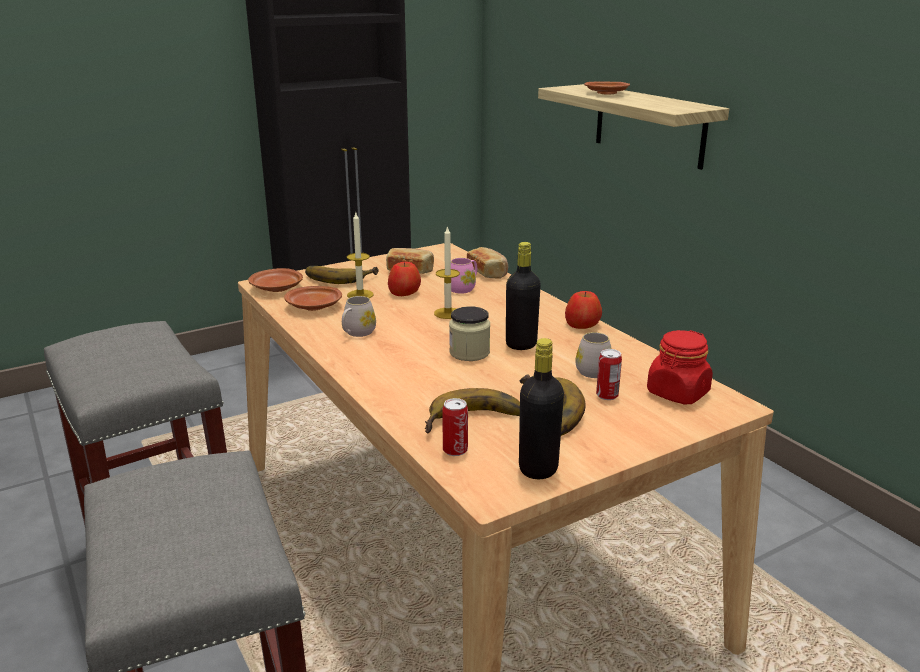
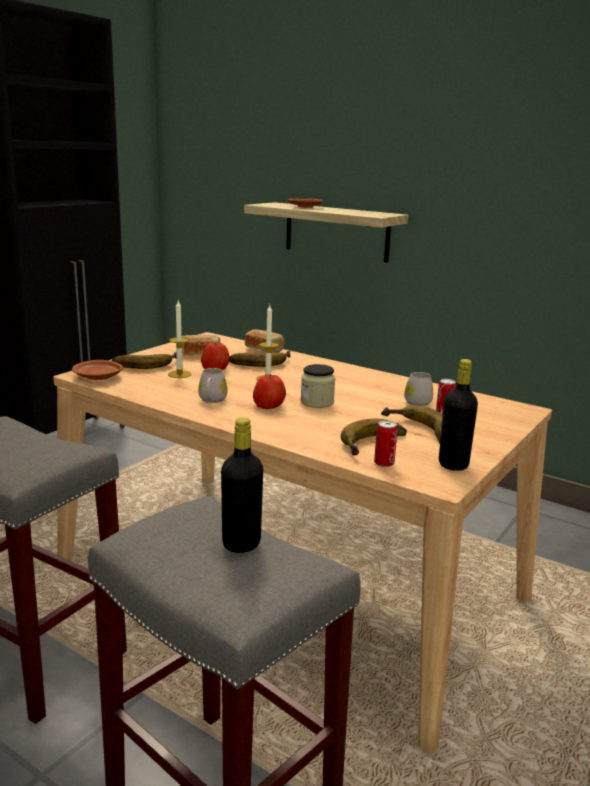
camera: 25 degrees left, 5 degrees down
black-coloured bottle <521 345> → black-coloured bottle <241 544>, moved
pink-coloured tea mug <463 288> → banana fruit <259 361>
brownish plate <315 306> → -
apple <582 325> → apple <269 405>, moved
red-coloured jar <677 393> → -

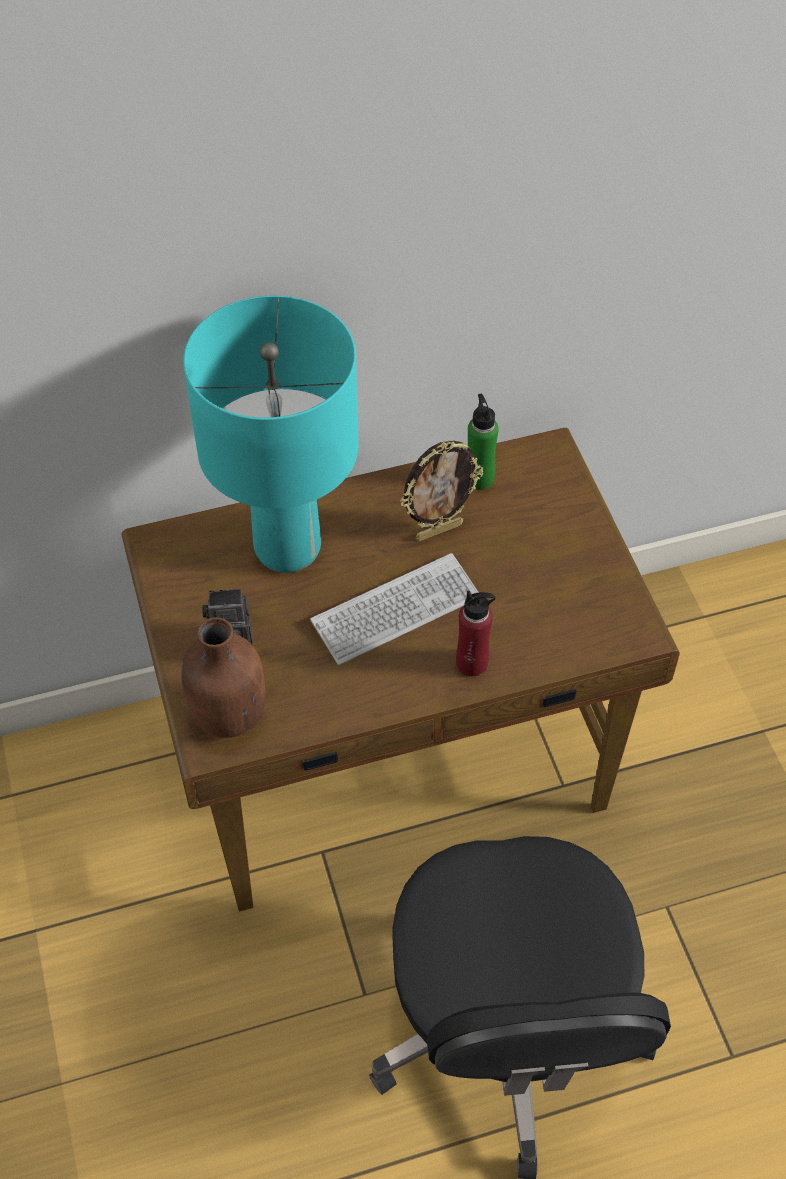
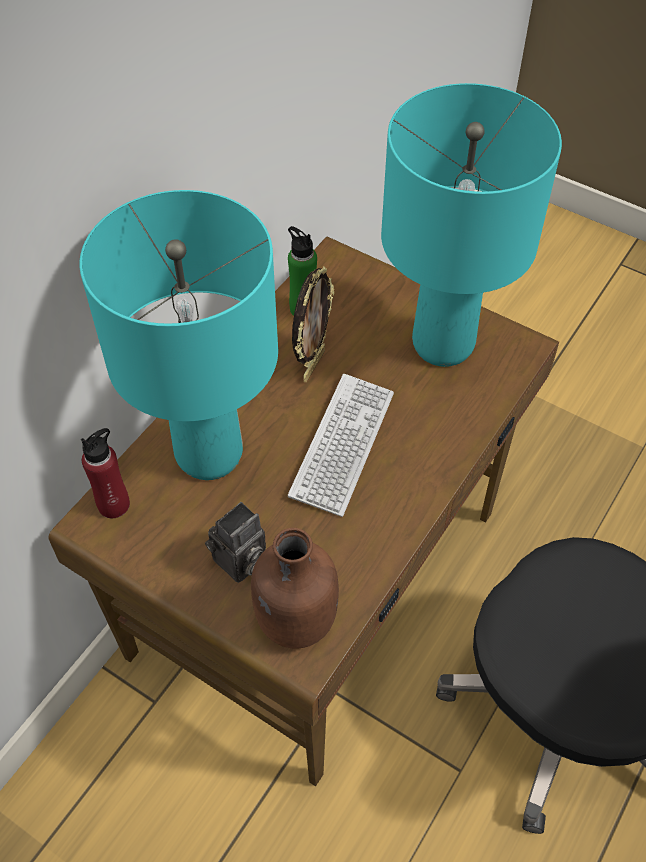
camera: 40 degrees left, 0 degrees up
red-coloured bottle <472 663> → red-coloured bottle <114 504>, moved
- → turquoise-coloured table lamp <442 345>

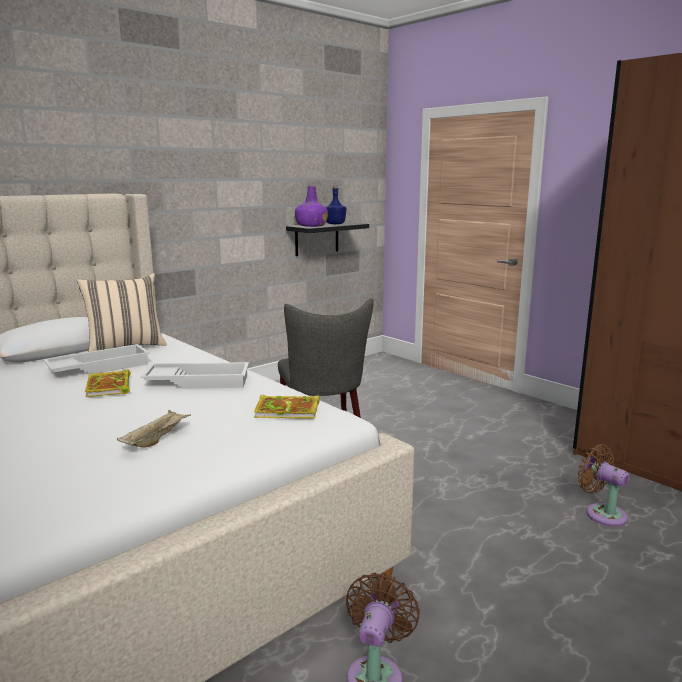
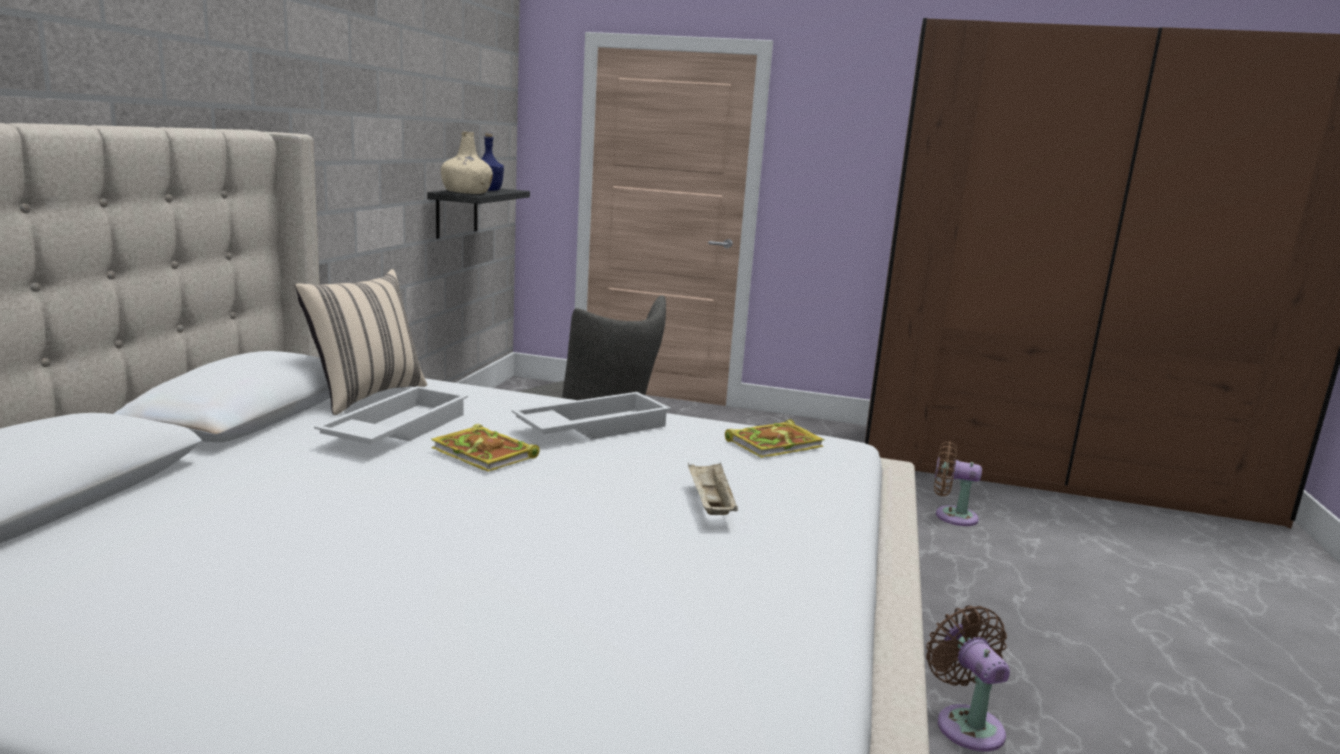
camera: 35 degrees left, 0 degrees up
purplish bottle <311 226> → beige-coloured bottle <467 192>

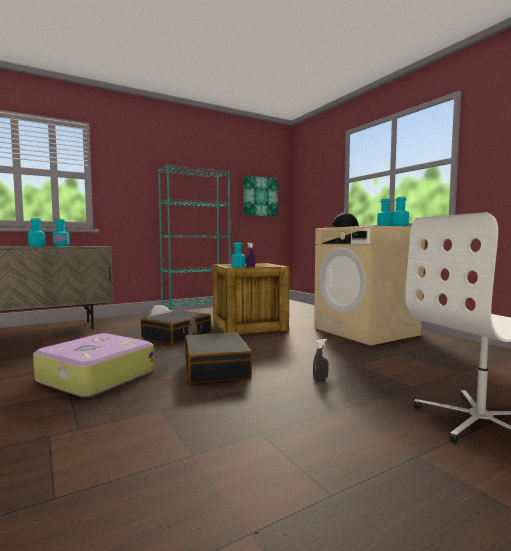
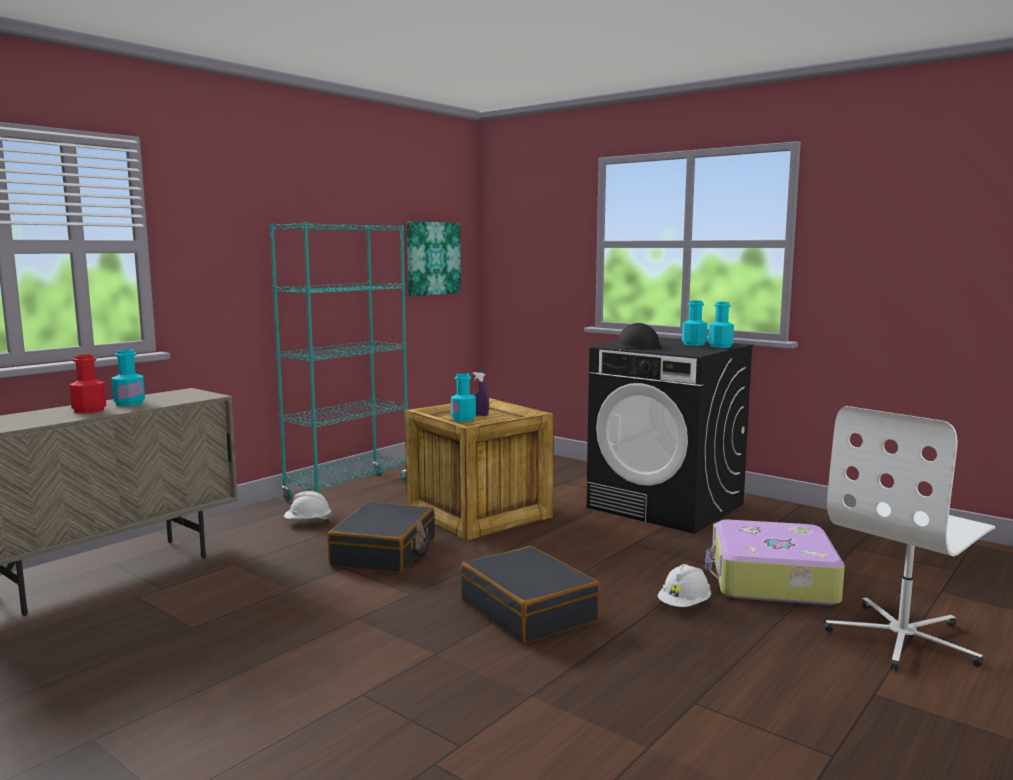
camera: 20 degrees left, 5 degrees up
turquoise-coloured bottle <37 246> → red-coloured bottle <89 410>
beige-coloured washing machine <366 331> → black-coloured washing machine <666 506>
travel case <95 377> → travel case <771 580>, moved
greyish hand sprayer <320 379> → white-coloured work helmet <684 605>

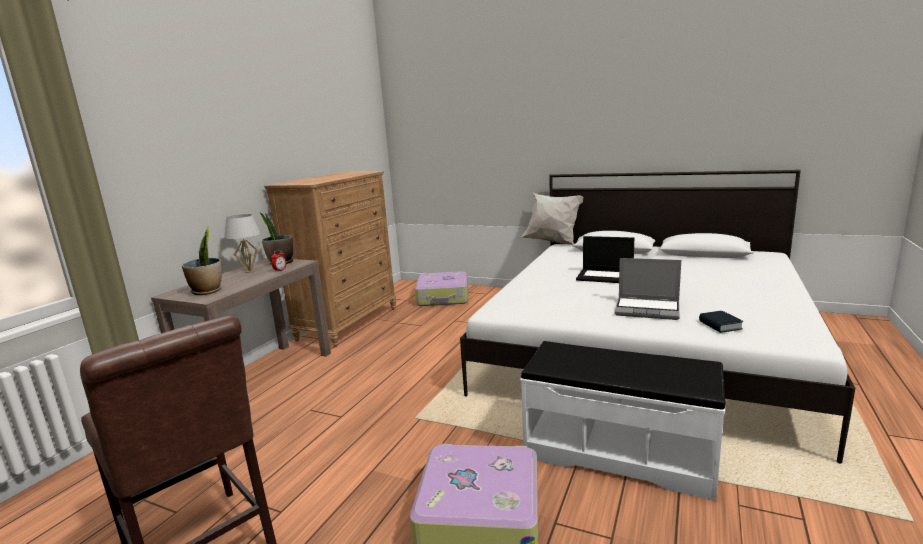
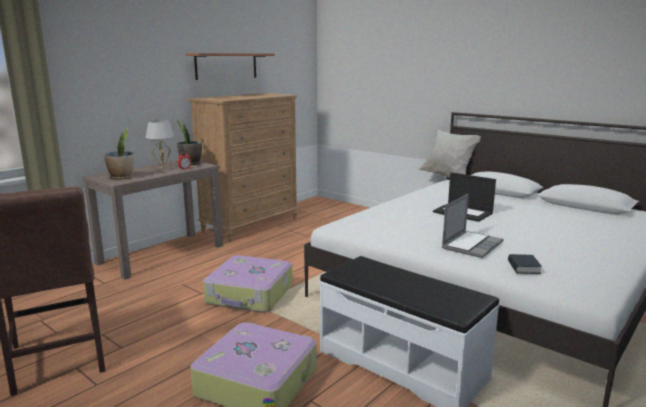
camera: 15 degrees right, 0 degrees up
laptop <648 309> → laptop <471 245>, 90 degrees counterclockwise
travel case <443 297> → travel case <250 295>, moved
- → shelf <226 66>

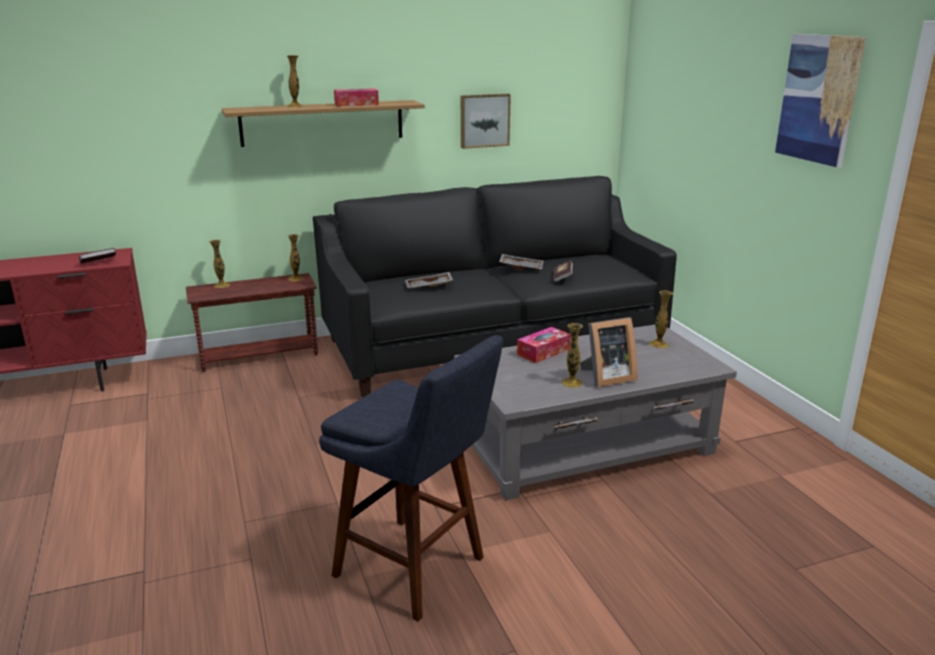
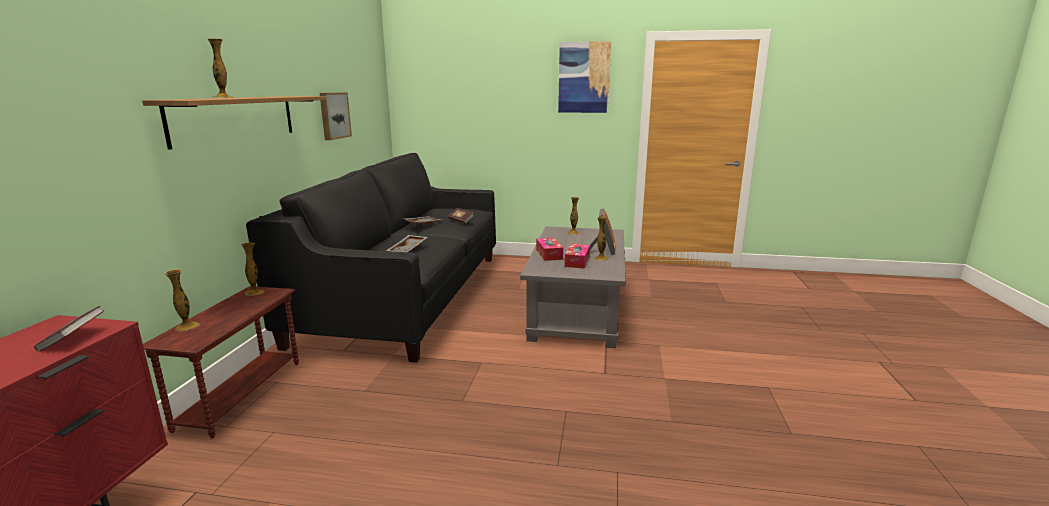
camera: 60 degrees left, 5 degrees down
tissue holder <356 104> → tissue holder <577 261>, moved
bluish stool <416 570> → -

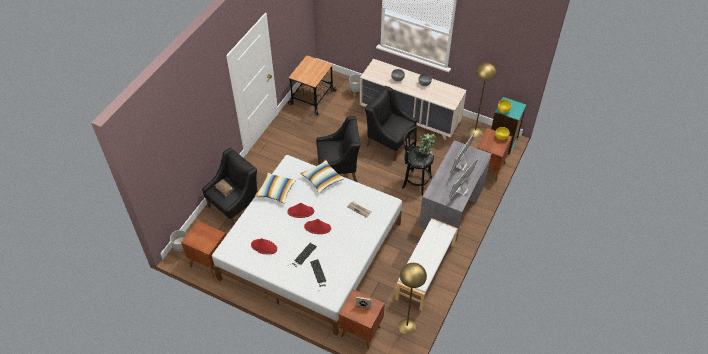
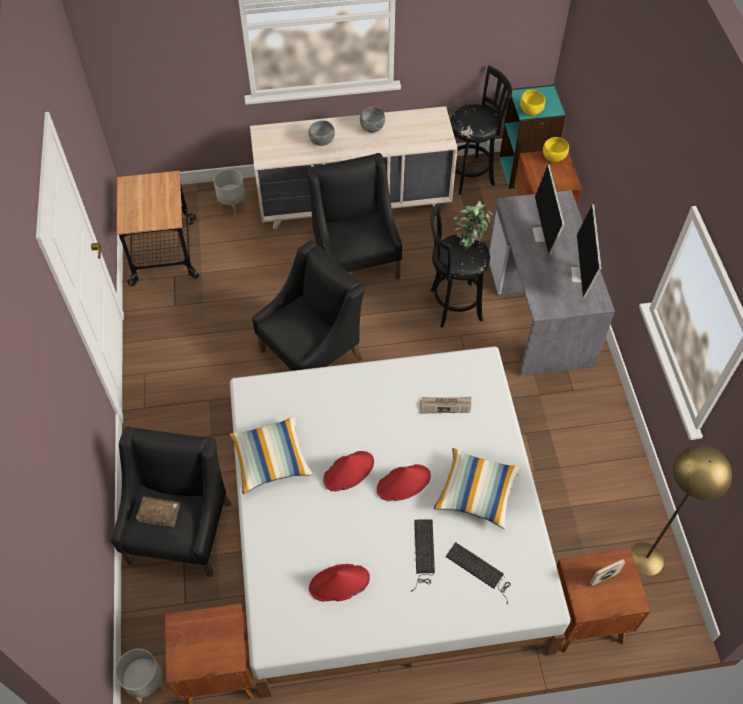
camera: 35 degrees left, 5 degrees up
yellowish standard lamp <475 131> → black-coloured stool <471 174>
black-coloured armchair <389 142> → black-coloured armchair <356 260>, 75 degrees clockwise
cushion <322 179> → cushion <476 493>, moved
white-coloured indoor bench <426 272> → -

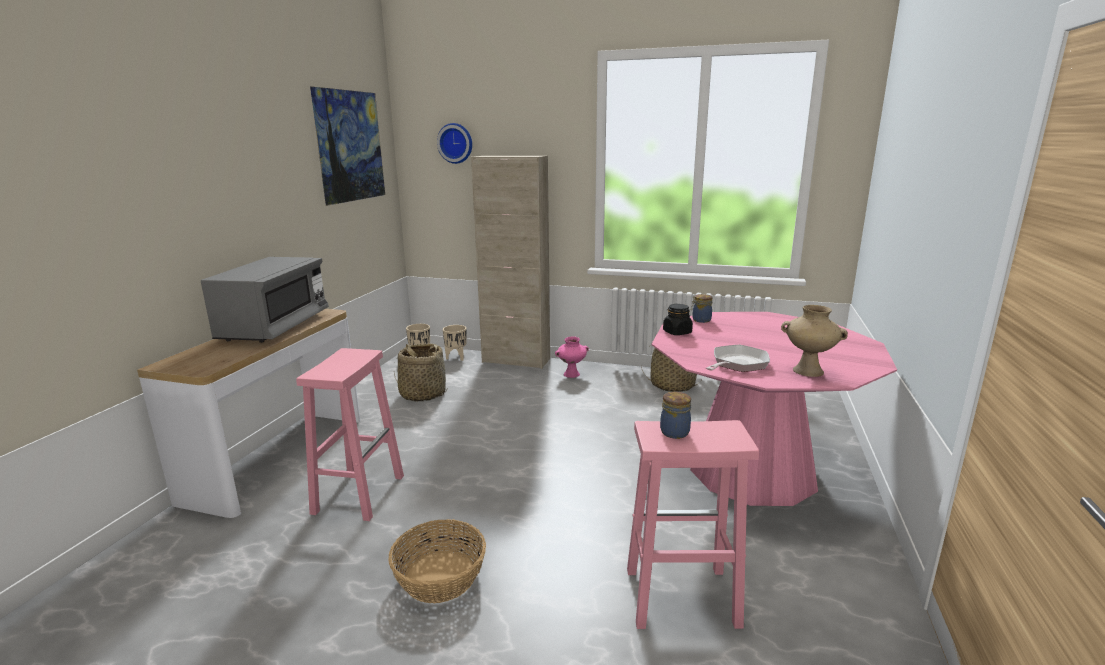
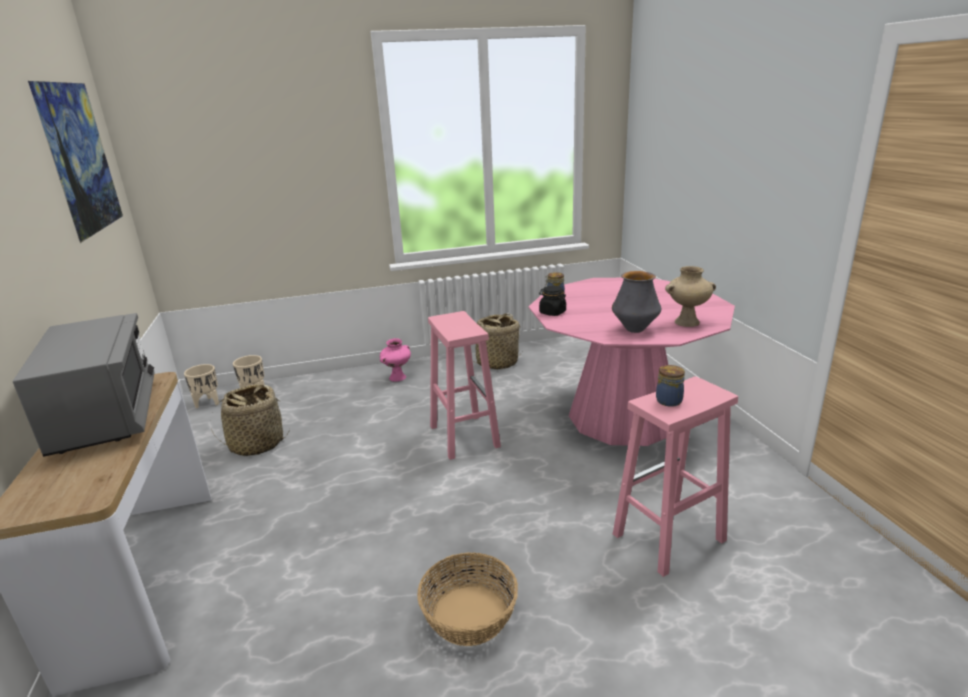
camera: 30 degrees left, 5 degrees up
hanging clock <456 143> → -
beige-coloured storage cabinet <516 360> → -
skillet <737 364> → decorative vase <634 329>
pink-coloured stool <359 493> → pink-coloured stool <463 436>, moved

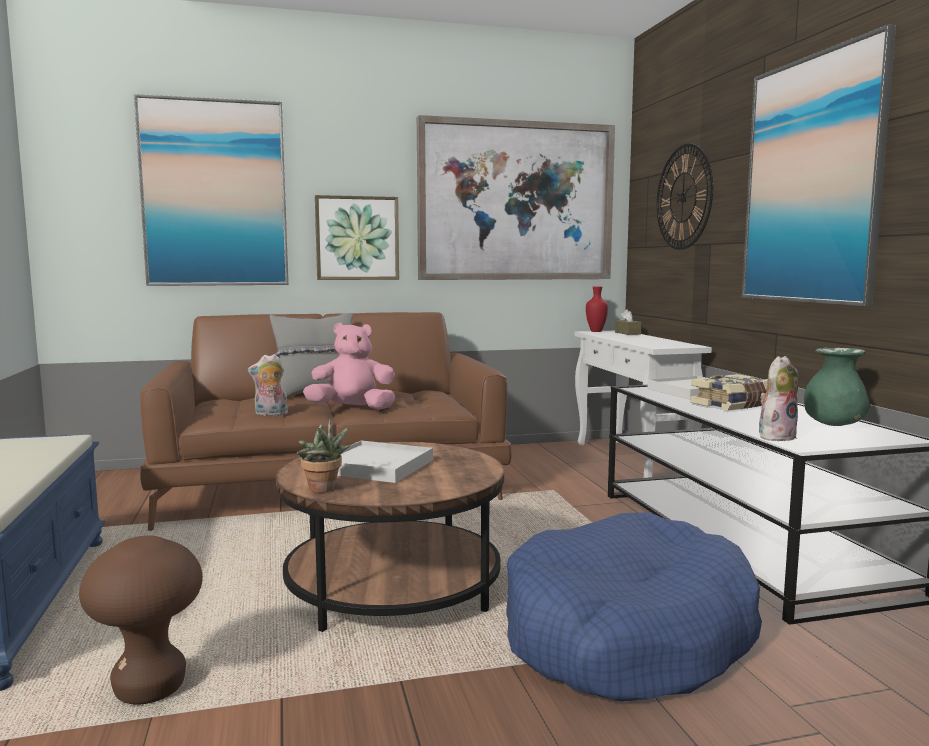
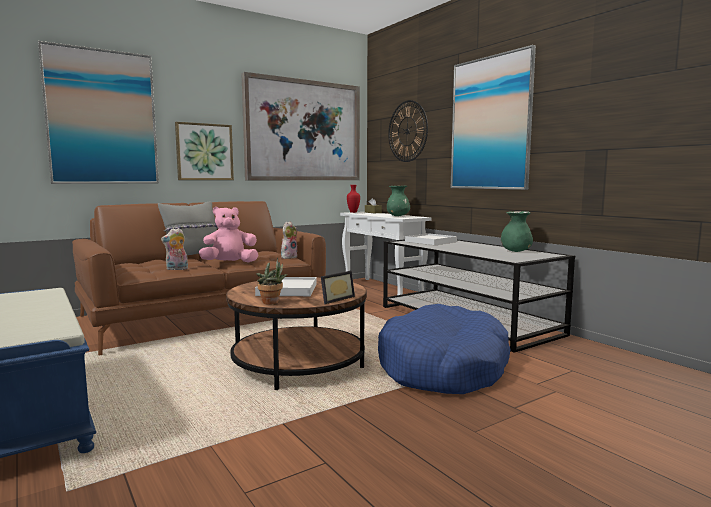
camera: 20 degrees left, 0 degrees up
soft toy <776 436> → soft toy <289 257>, moved
bound book <733 405> → -
brownish stool <150 689> → -
- → green decorative vase <398 216>
- → standing frame <335 299>

